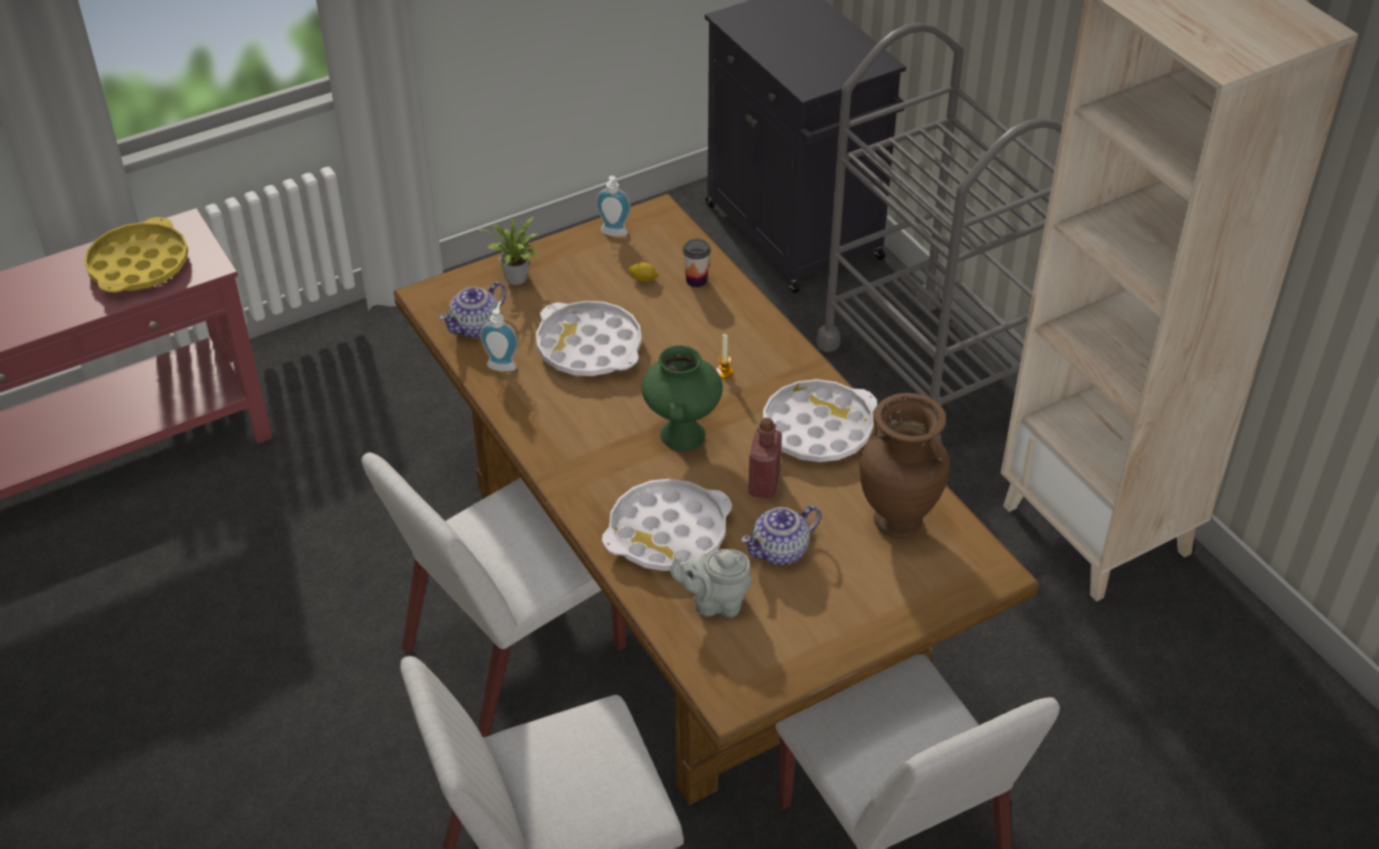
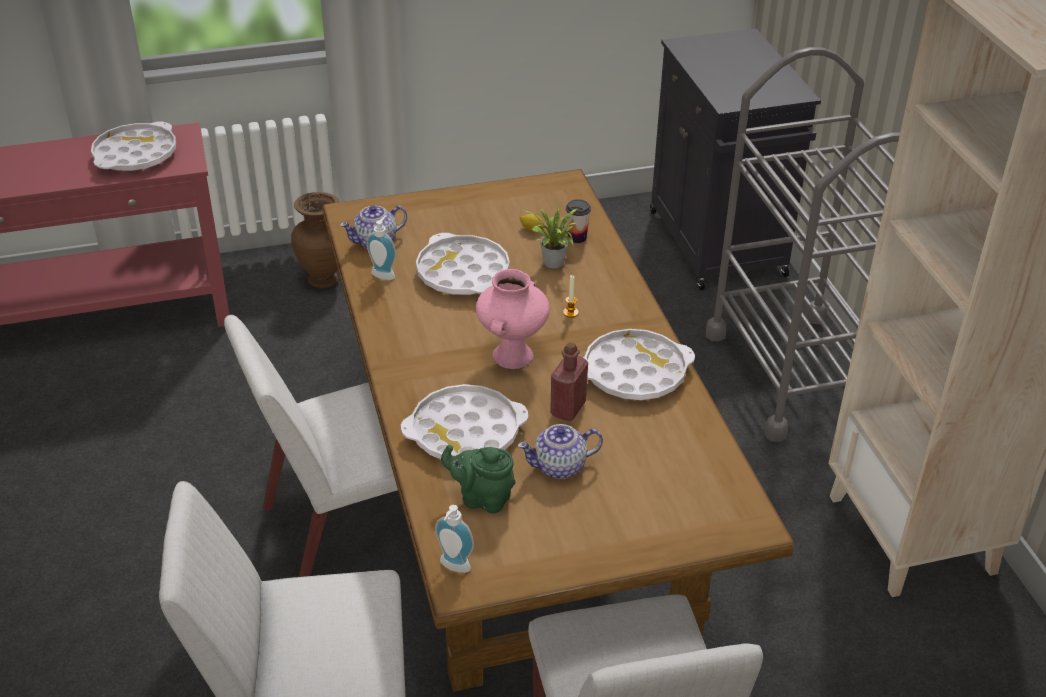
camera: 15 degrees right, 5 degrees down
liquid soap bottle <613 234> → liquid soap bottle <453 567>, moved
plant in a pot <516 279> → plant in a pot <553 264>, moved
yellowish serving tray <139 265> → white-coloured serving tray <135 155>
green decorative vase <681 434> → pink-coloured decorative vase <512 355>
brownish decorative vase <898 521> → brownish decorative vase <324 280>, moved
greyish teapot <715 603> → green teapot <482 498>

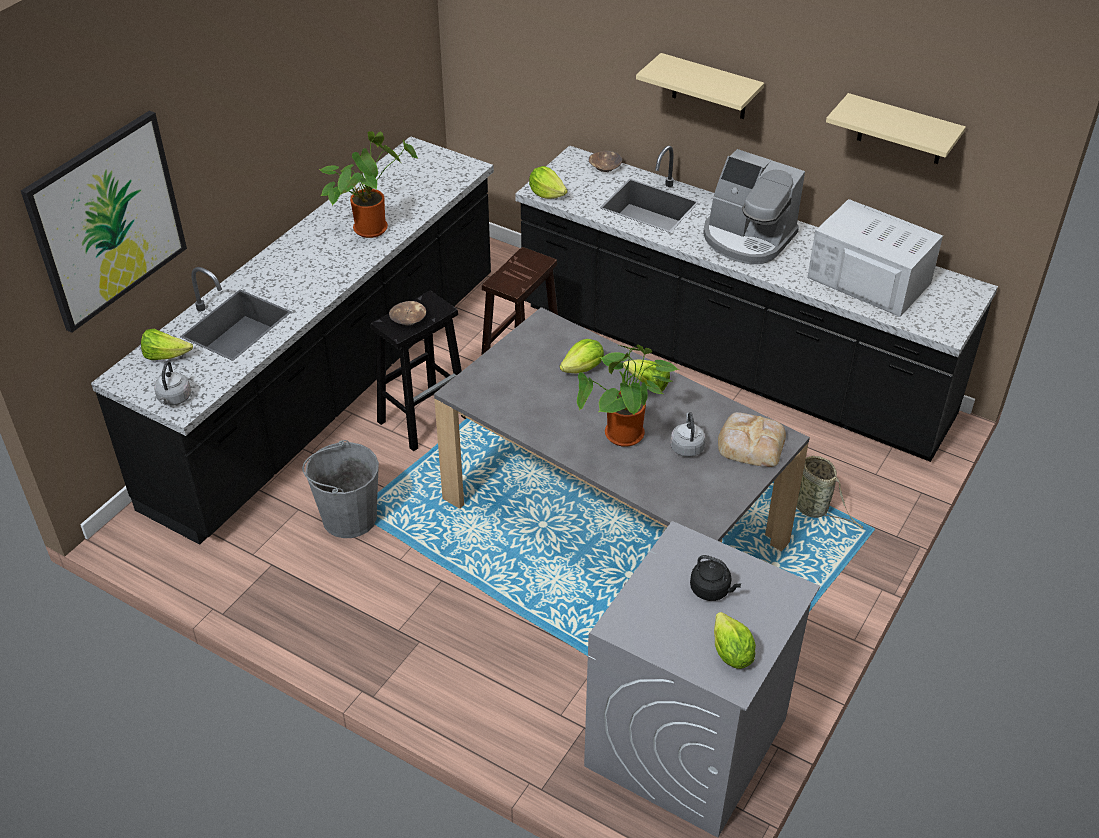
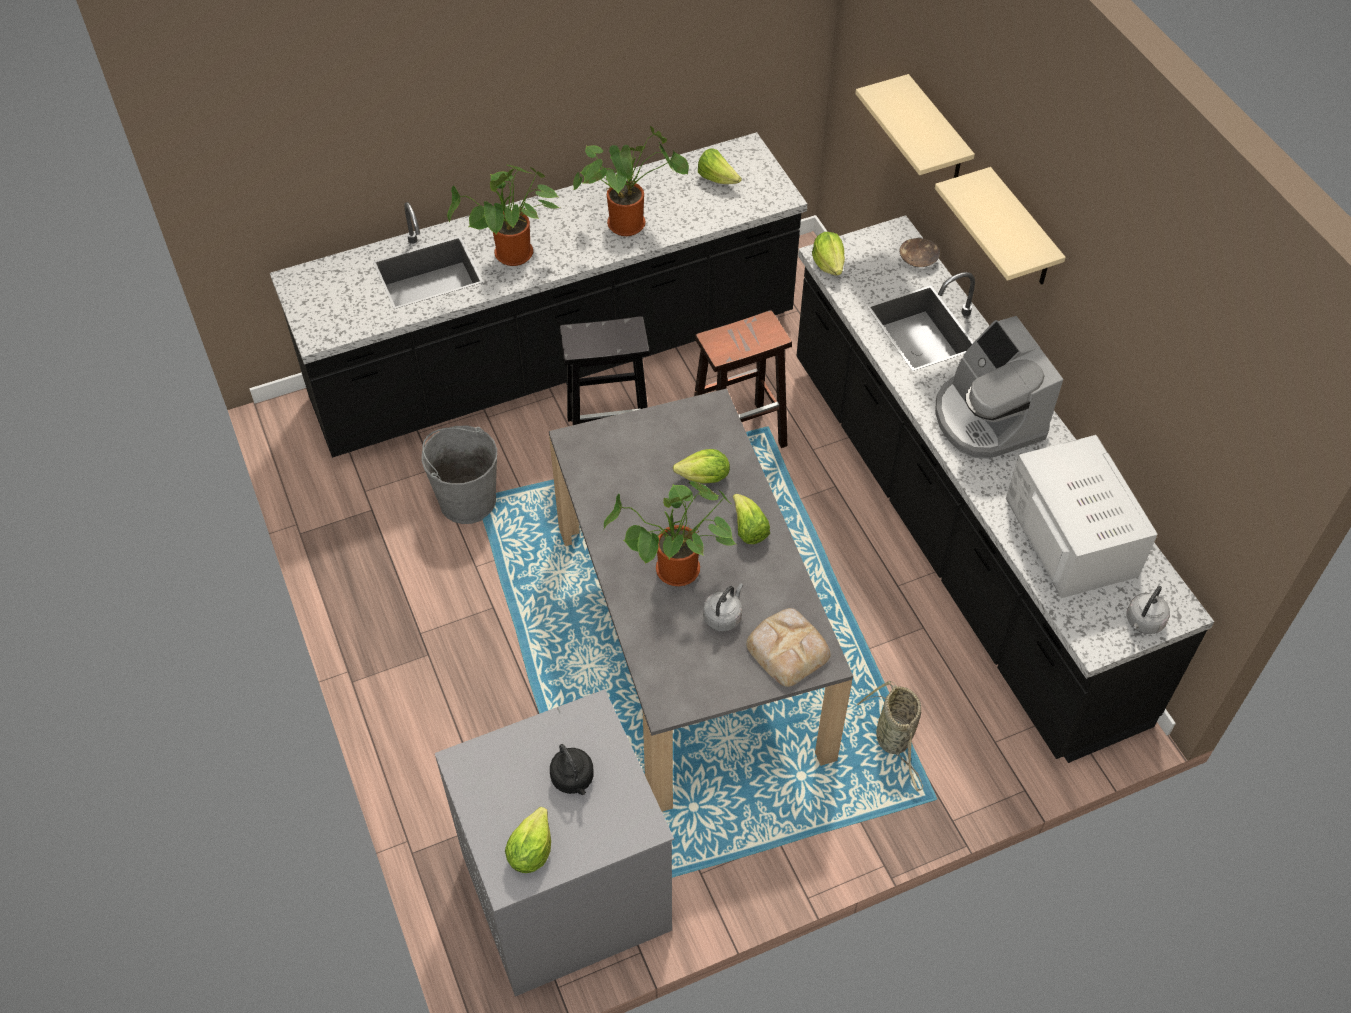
camera: 35 degrees right, 10 degrees up
beige-coloured shelf <901 130> → beige-coloured shelf <937 133>, moved
wall picture <107 220> → -
brownish bowl <408 319> → -
lettuce <166 356> → lettuce <717 179>, moved
greyish kettle <174 399> → greyish kettle <1143 622>, moved
- → plant in a pot <513 257>

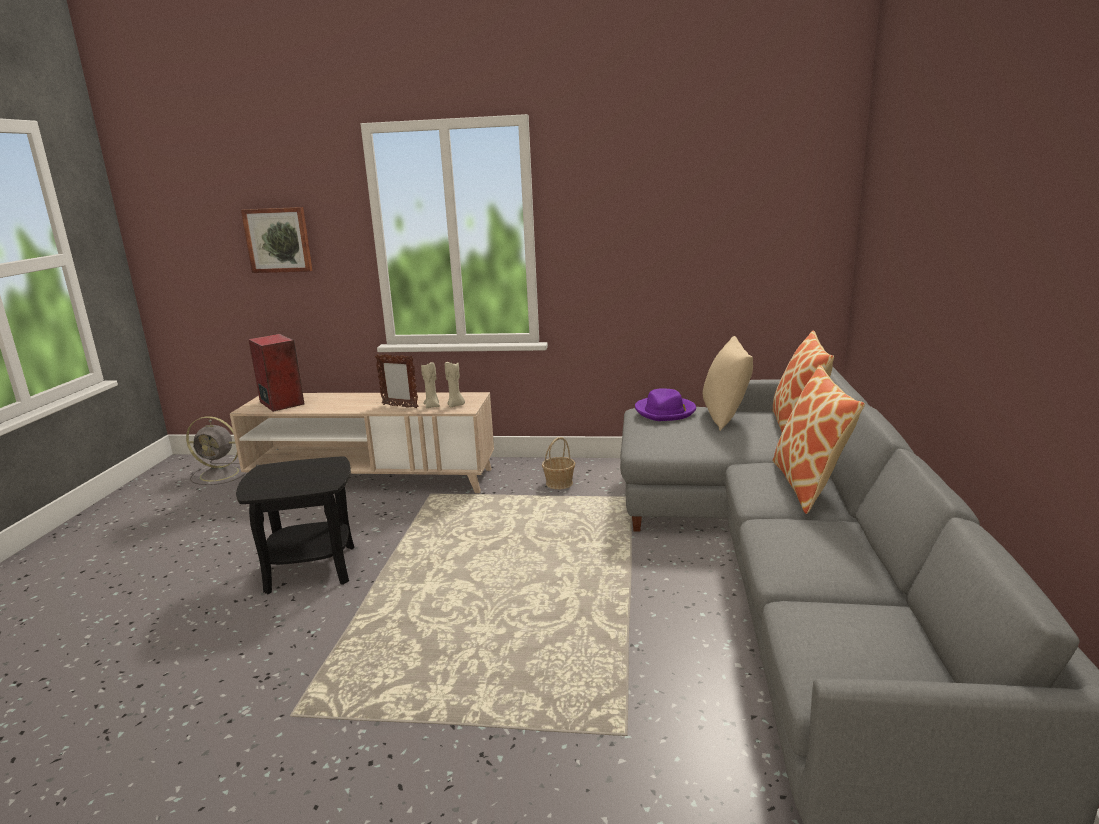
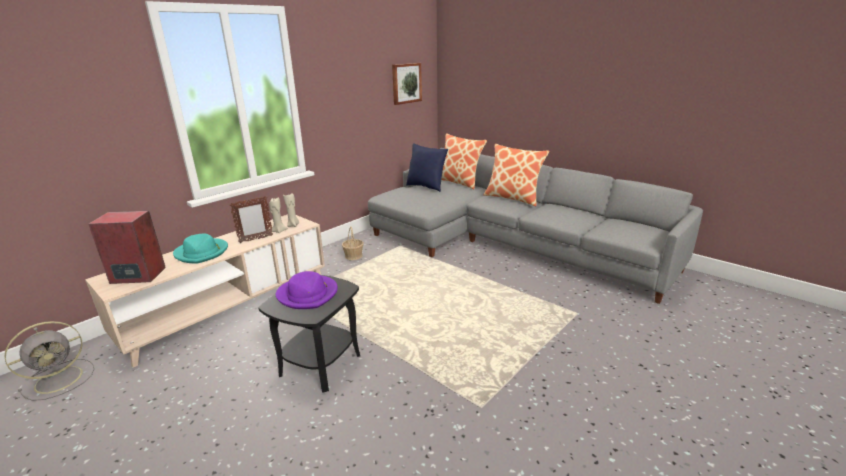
camera: 55 degrees left, 5 degrees up
wall picture <278 240> → wall picture <406 83>, moved
beige-coloured cushion <725 417> → bluish cushion <426 187>
purplish hat <665 411> → purplish hat <308 294>, moved
- → turquoise-coloured hat <202 253>

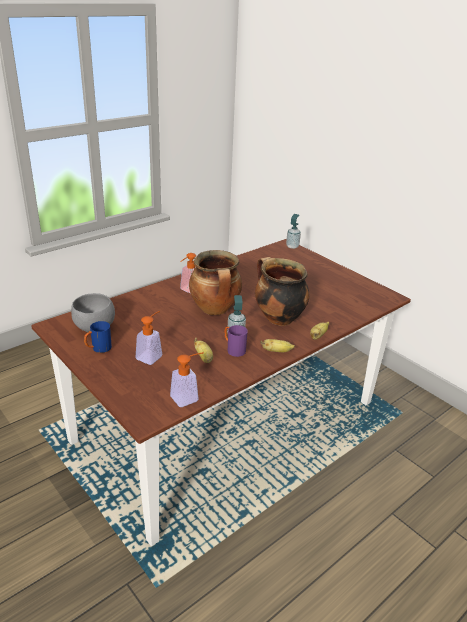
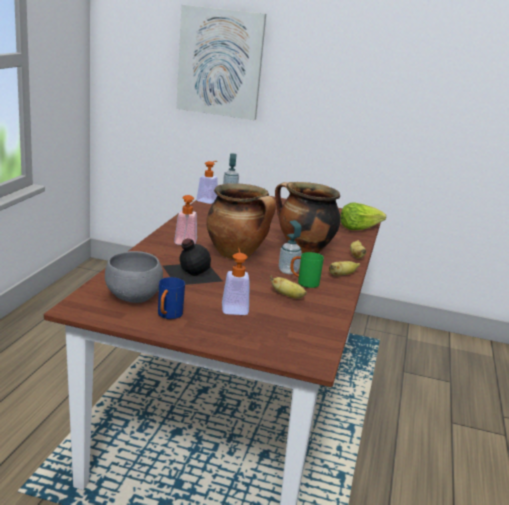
camera: 35 degrees left, 10 degrees down
purplish tea mug <233 350> → green tea mug <304 283>
liquid soap bottle <188 397> → liquid soap bottle <208 200>, moved
- → wall picture <220 62>
- → lettuce <358 228>
- → black-coloured bottle <191 273>

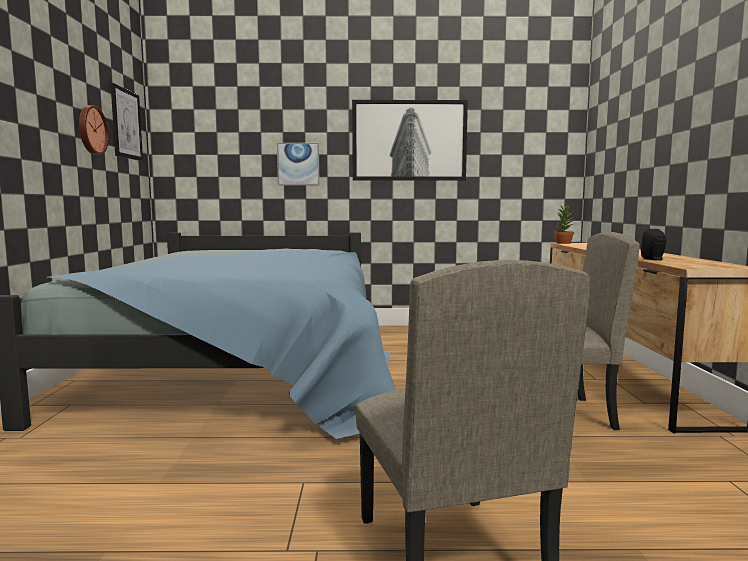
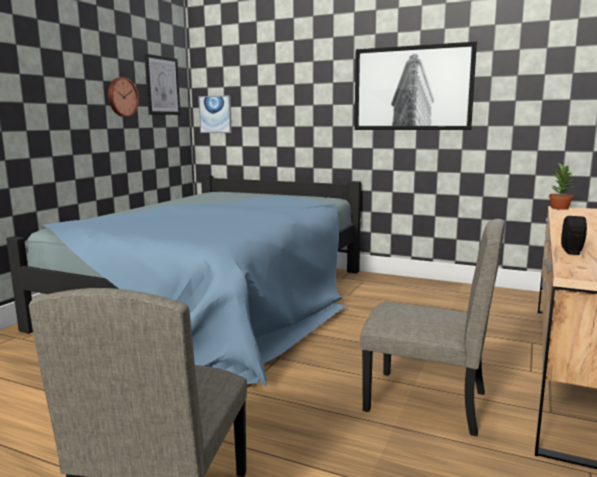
camera: 25 degrees right, 5 degrees up
wall picture <298 164> → wall picture <215 114>, moved

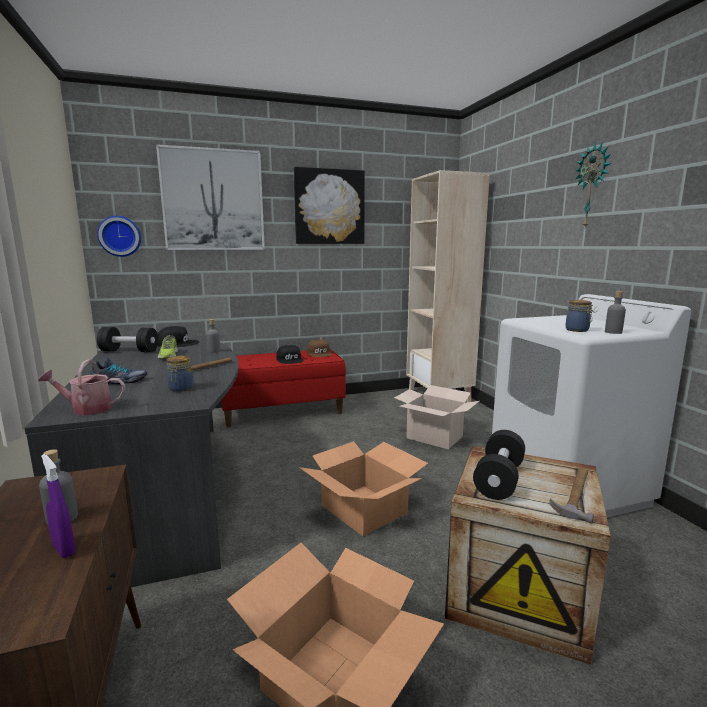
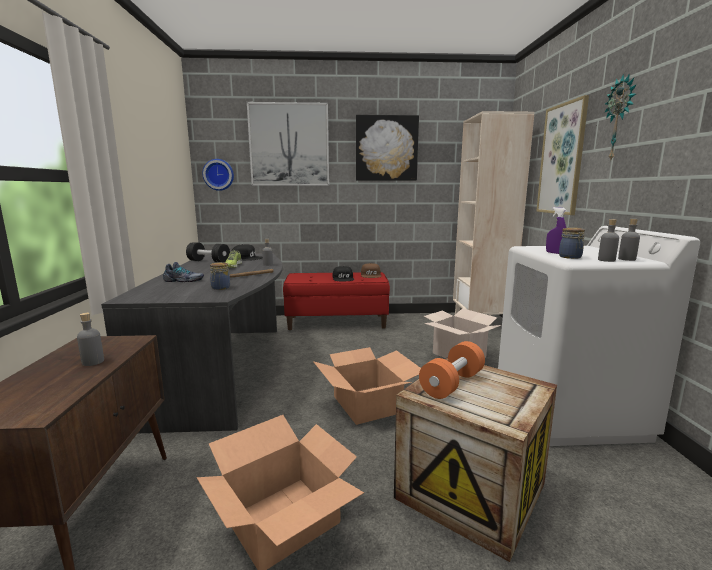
camera: 15 degrees right, 0 degrees up
sprinkling can <87 409> → -
black-coloured free weight <499 479> → orange free weight <452 384>
purplish hand sprayer <64 549> → purplish hand sprayer <554 253>, moved
hammer <576 494> → -
- → wall picture <562 159>
- → greyish bottle <627 259>

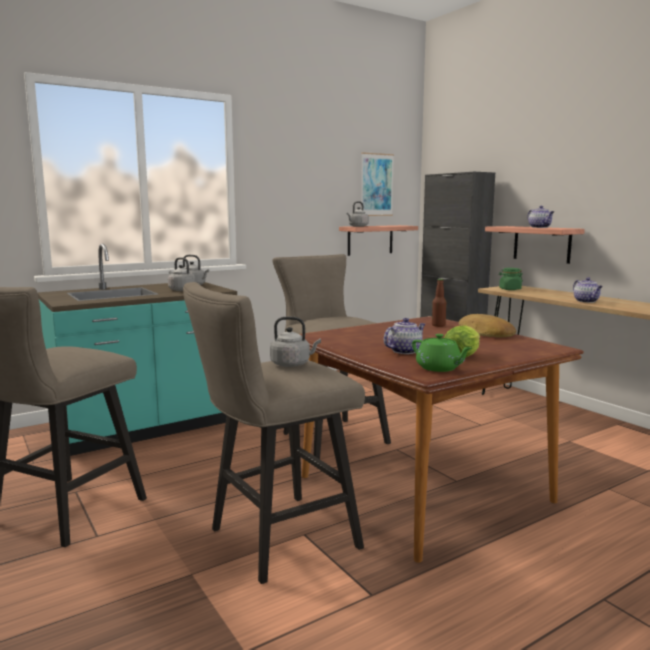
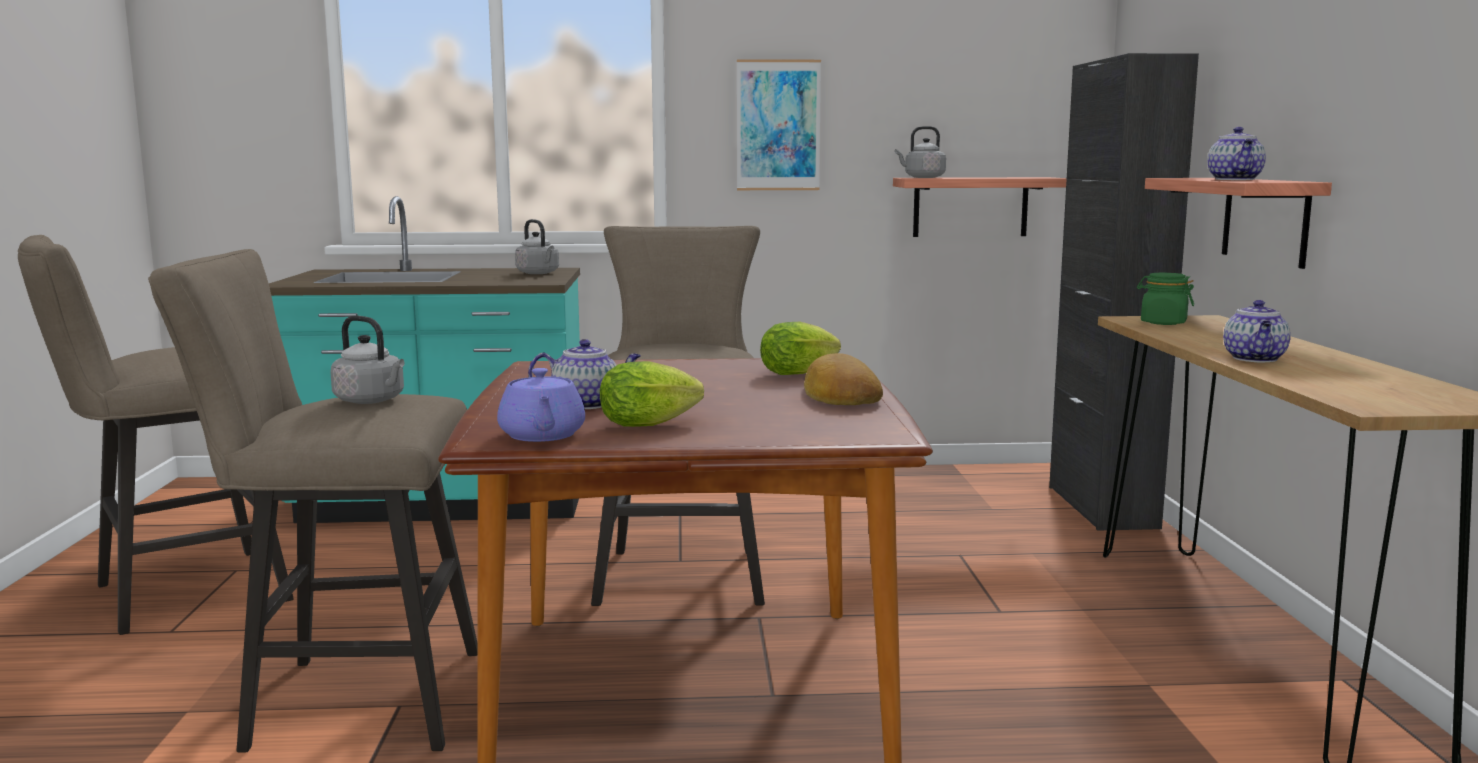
camera: 30 degrees right, 0 degrees up
wall picture <376 185> → wall picture <778 125>, moved
greyish kettle <180 290> → -
bottle <438 325> → lettuce <801 373>
green teapot <439 368> → purplish teapot <542 436>

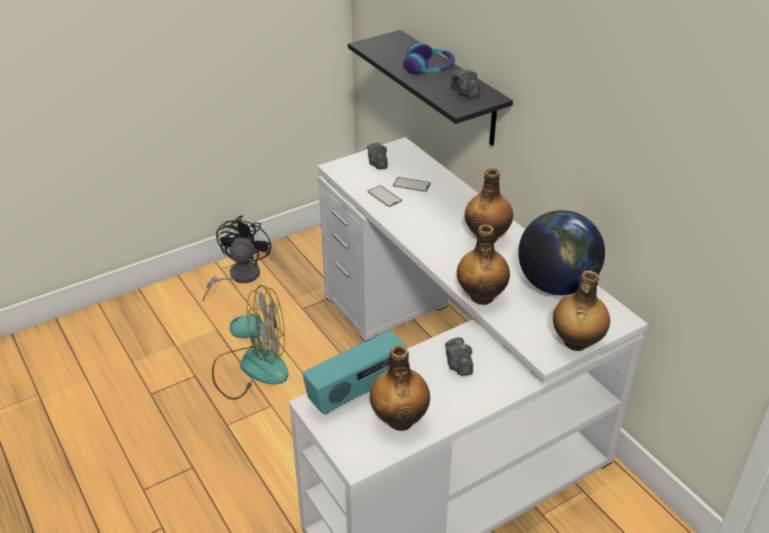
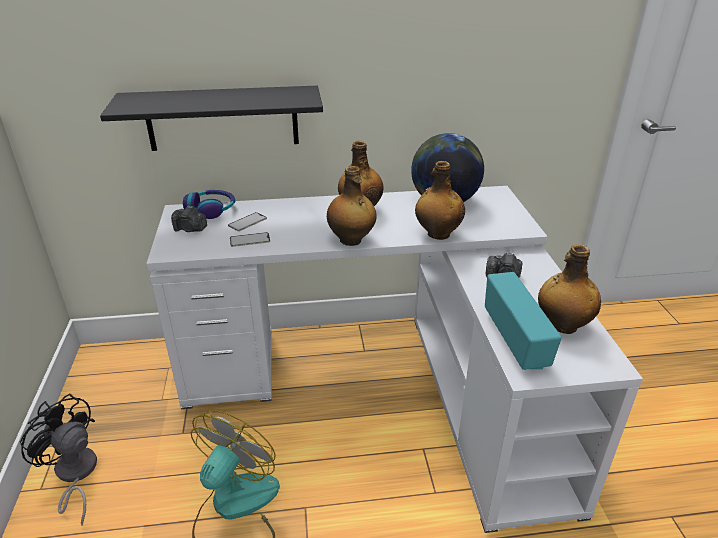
camera: 65 degrees left, 5 degrees down
headset <429 68> → headset <211 209>, moved
photo camera <464 93> → -
bottle <576 343> → bottle <351 240>, moved

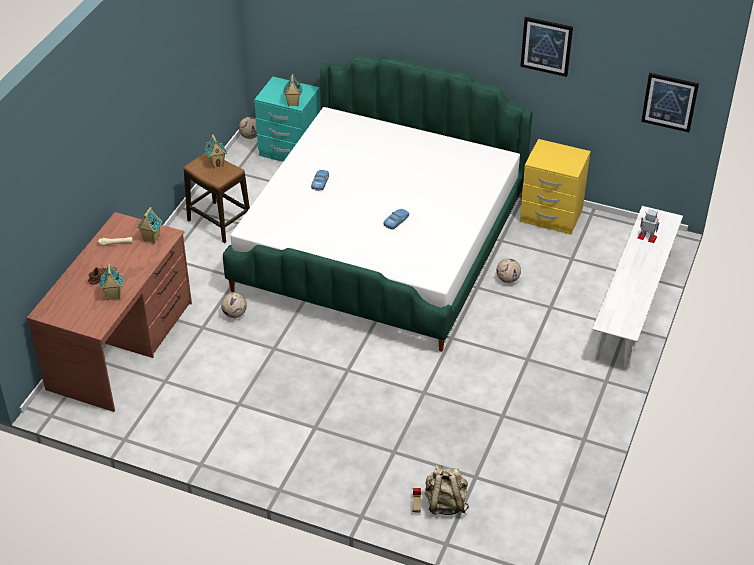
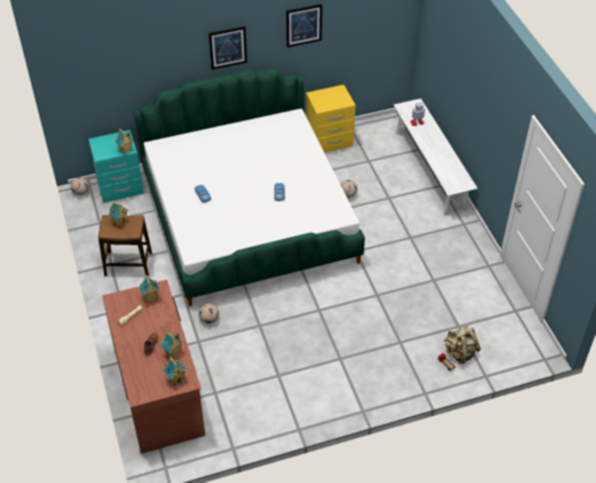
camera: 40 degrees left, 5 degrees up
wall picture <669 102> → wall picture <227 47>, moved
- → toy house <176 379>

